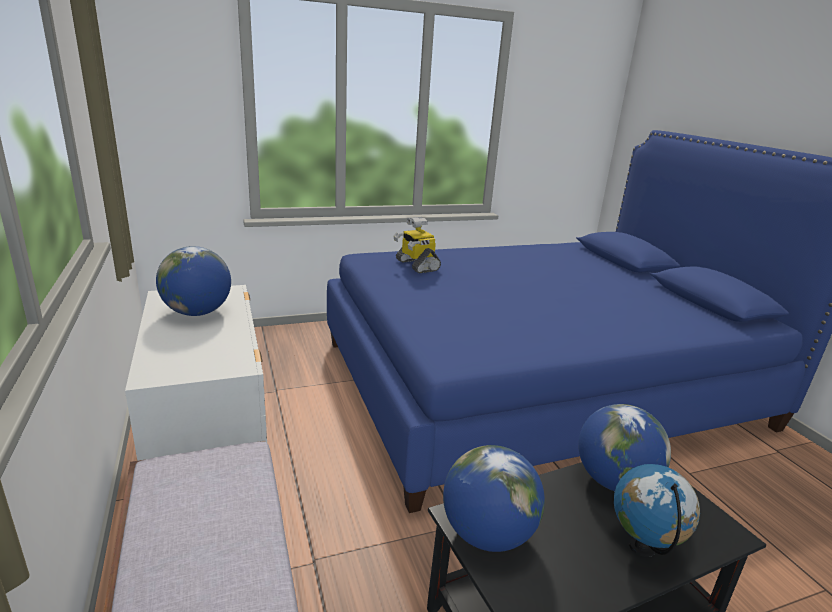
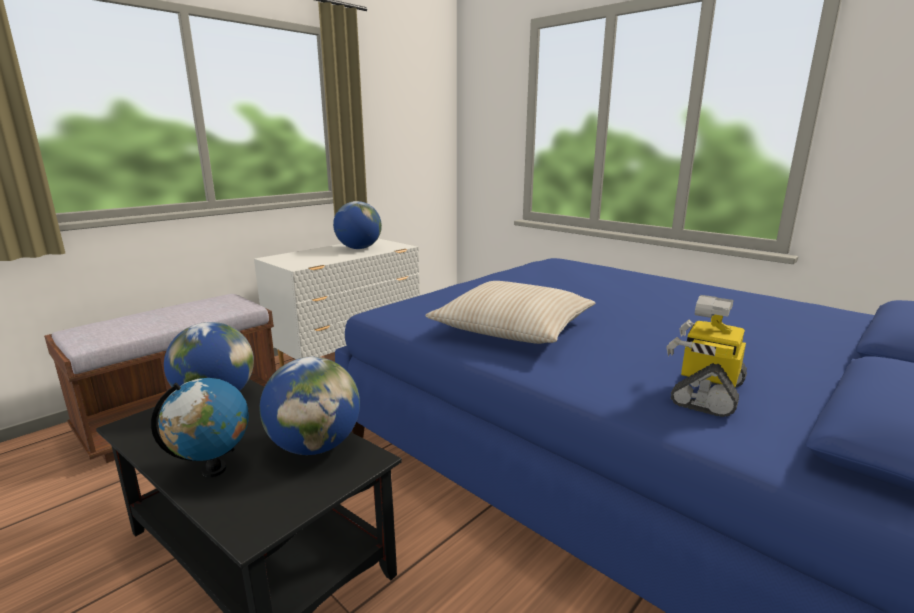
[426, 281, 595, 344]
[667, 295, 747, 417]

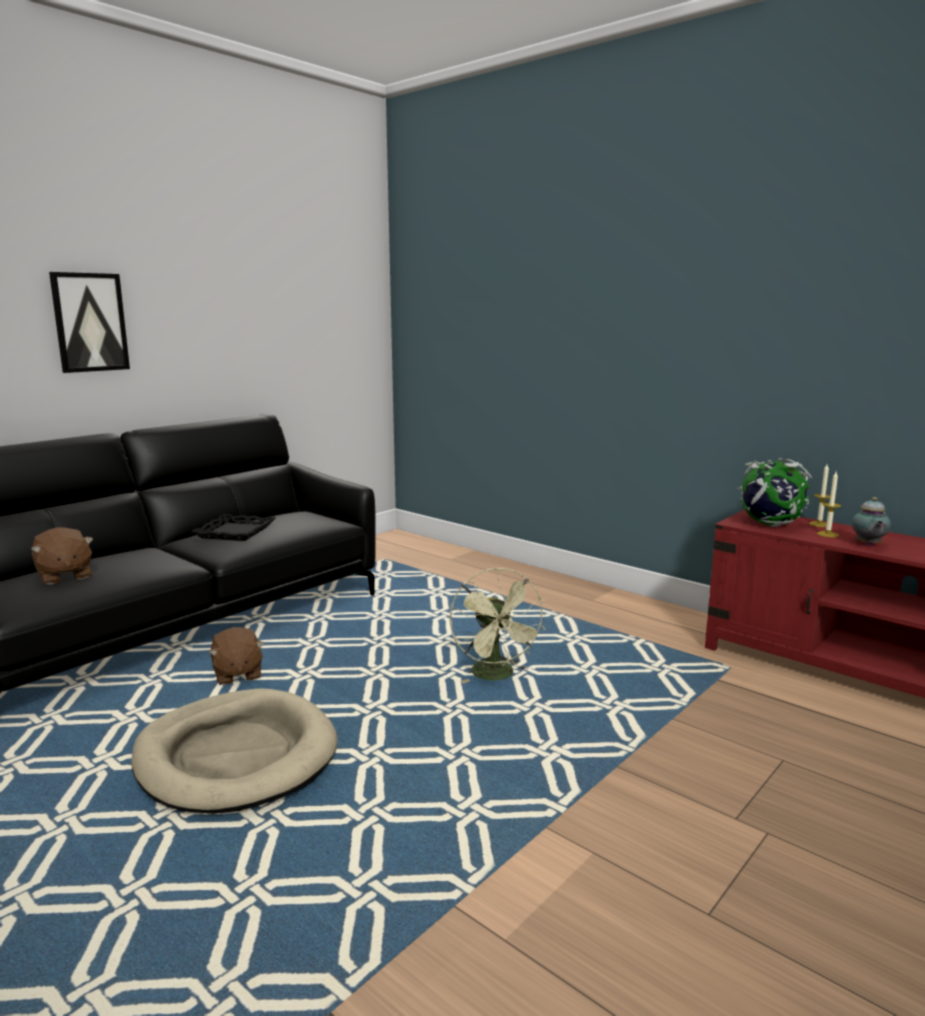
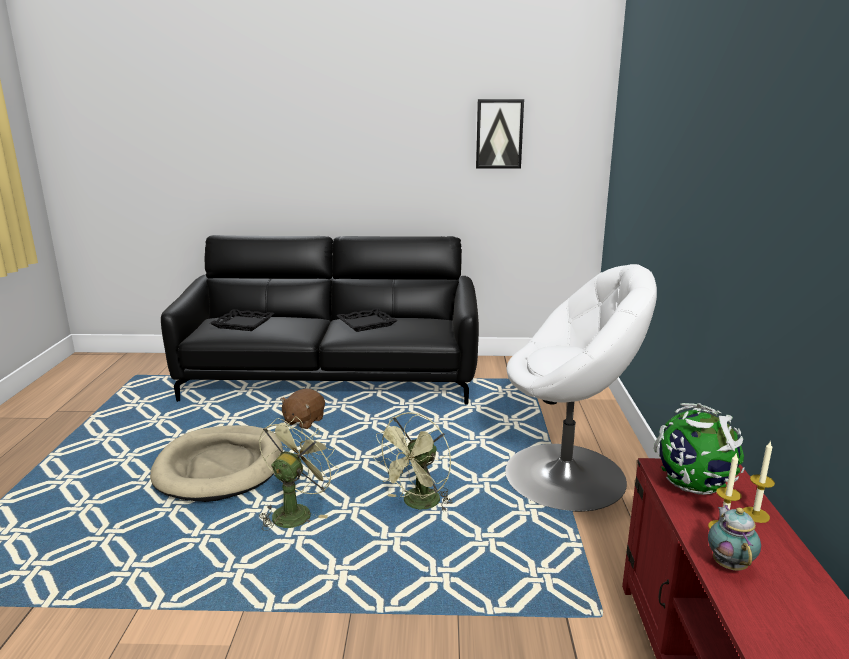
[259, 416, 339, 531]
[505, 264, 657, 512]
[476, 99, 524, 169]
[210, 309, 274, 331]
[708, 505, 761, 571]

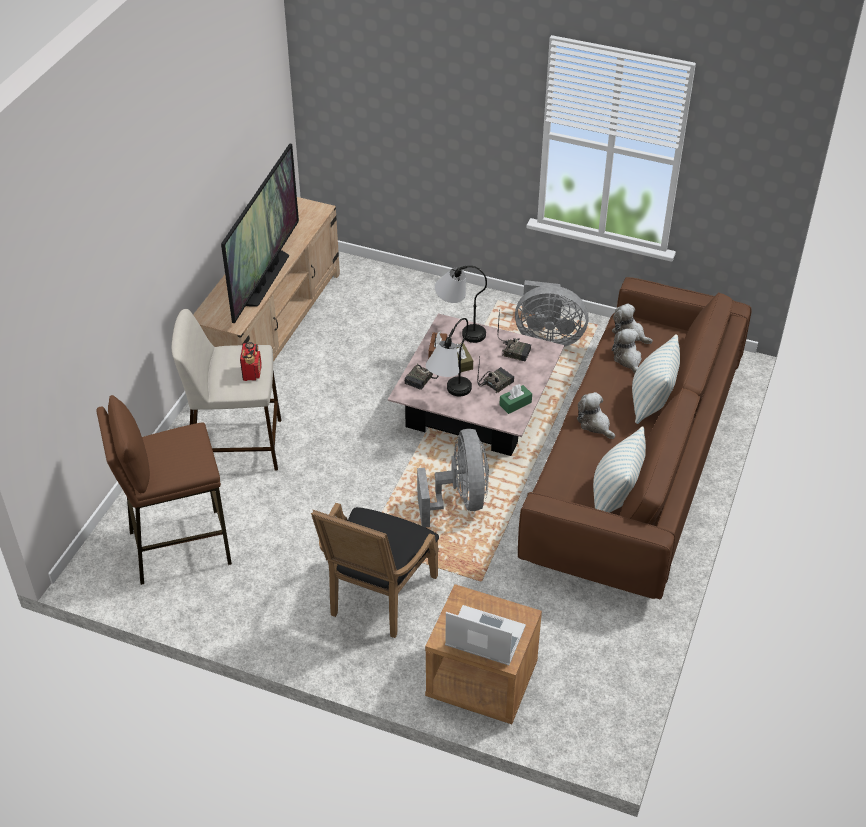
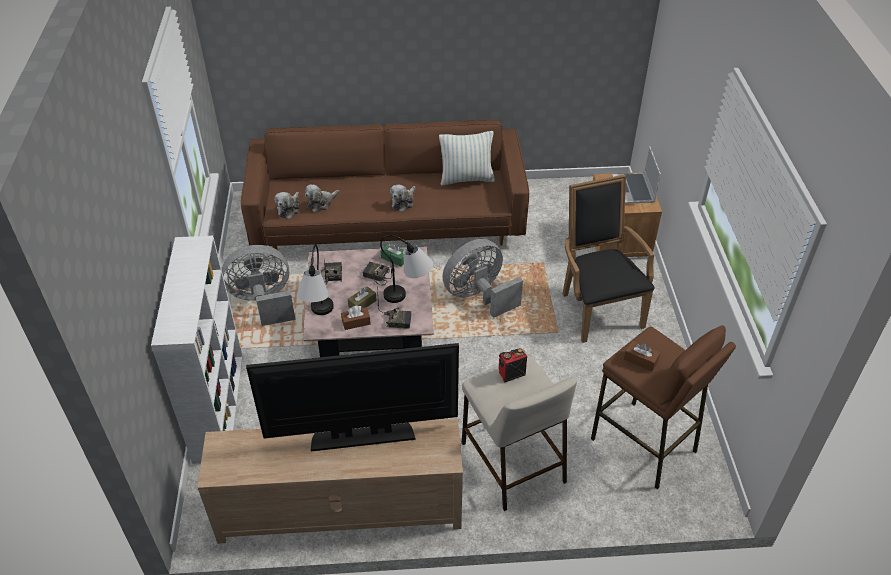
[632, 334, 680, 424] (first image)
[151, 236, 243, 464]
[624, 341, 660, 371]
[563, 175, 655, 343]
[222, 245, 295, 326]

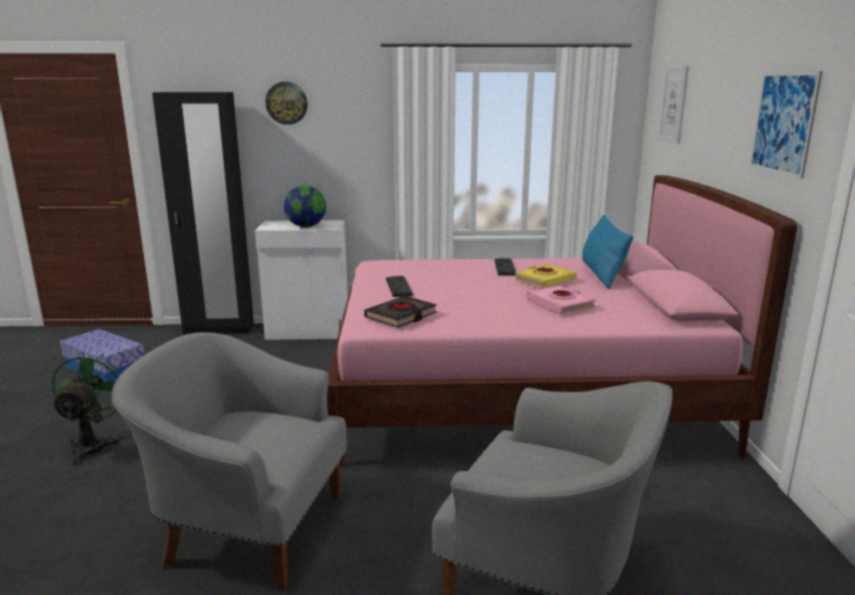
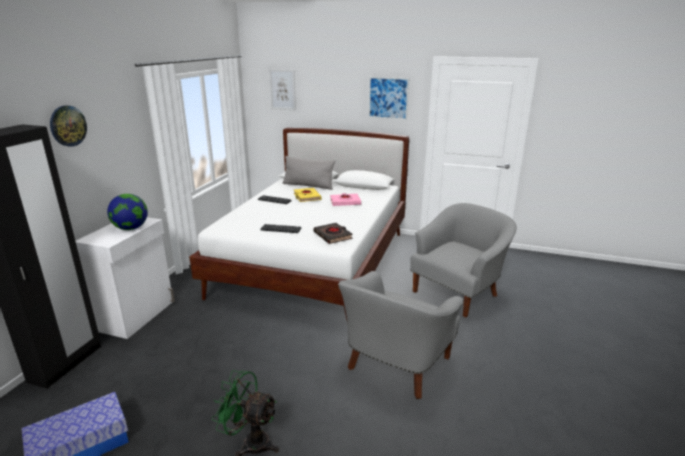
[189, 128, 409, 320]
[283, 156, 335, 190]

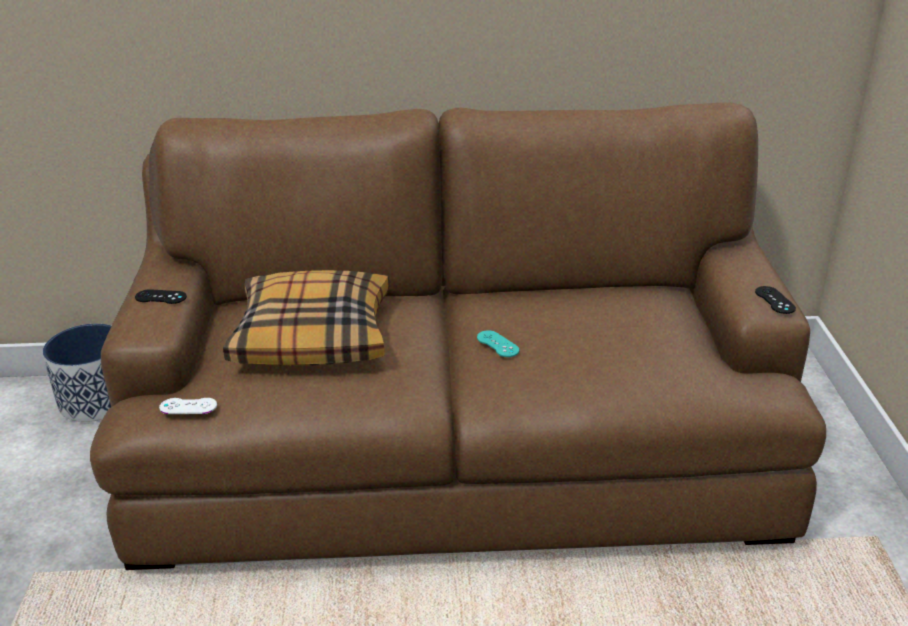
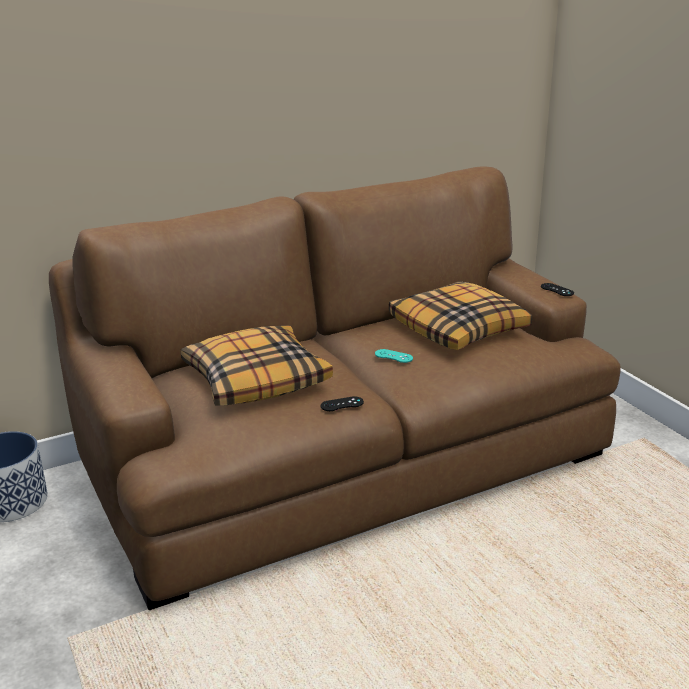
[159, 398, 217, 414] (first image)
[389, 281, 532, 350]
[321, 396, 364, 411]

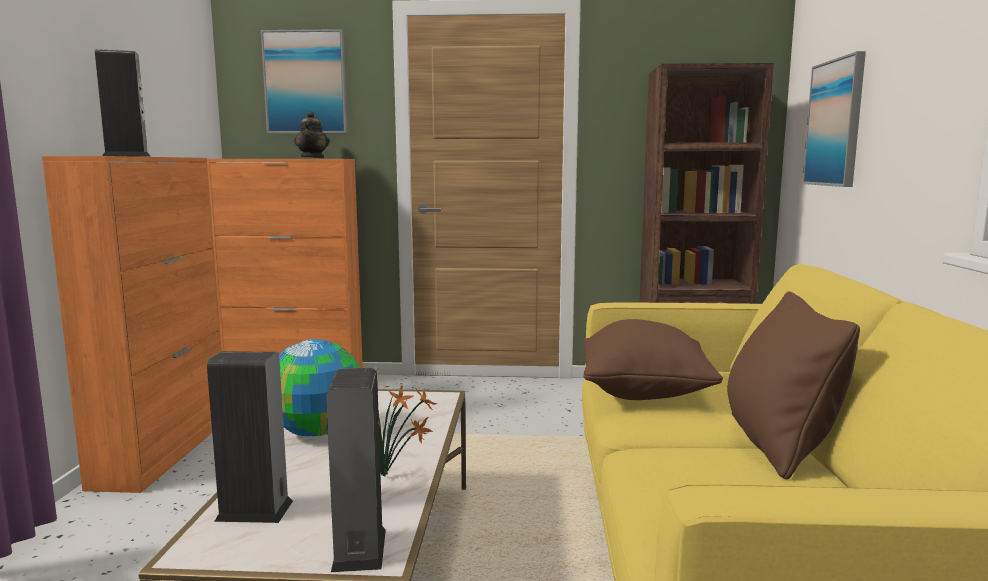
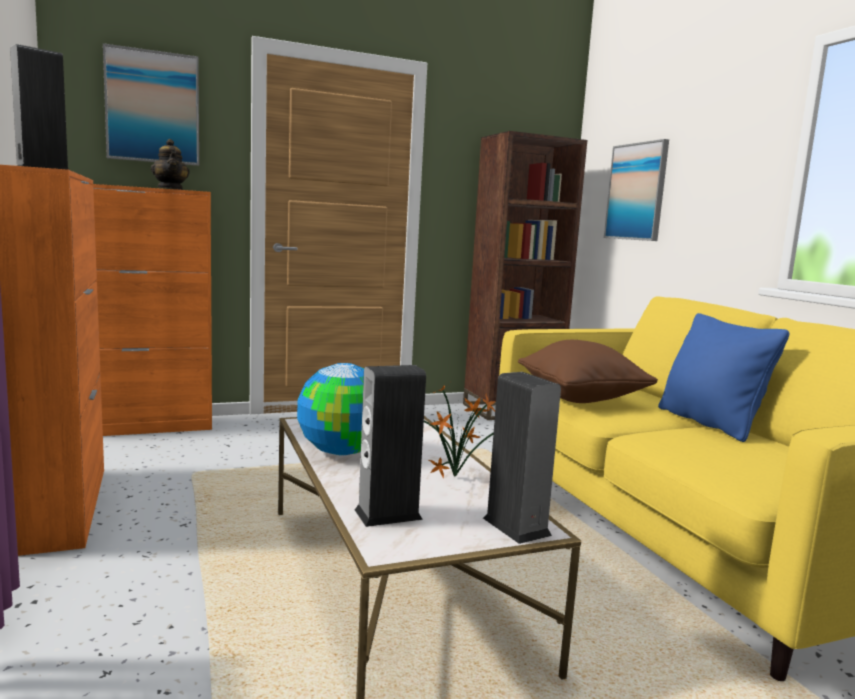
[658, 313, 789, 442]

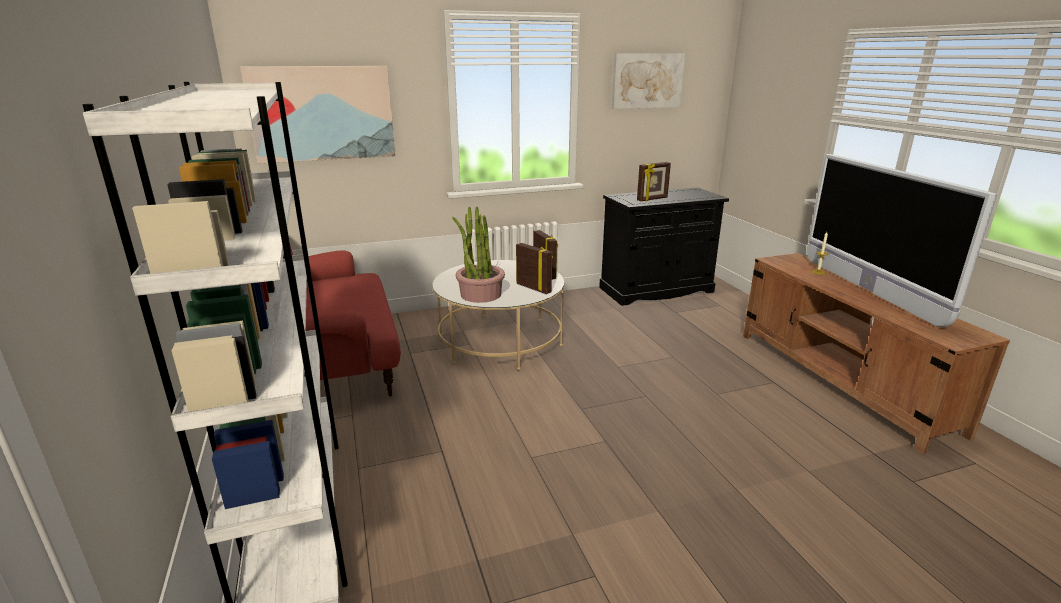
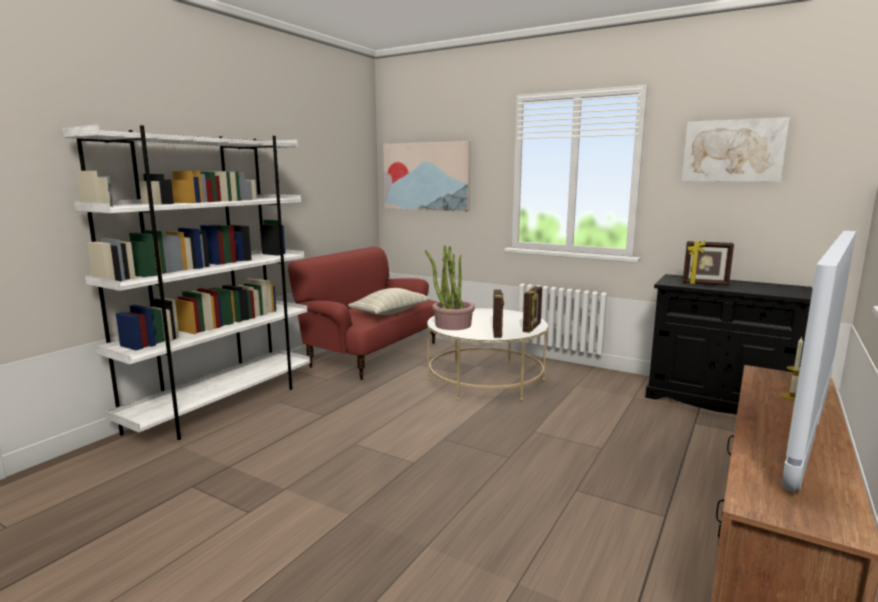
[348, 288, 431, 315]

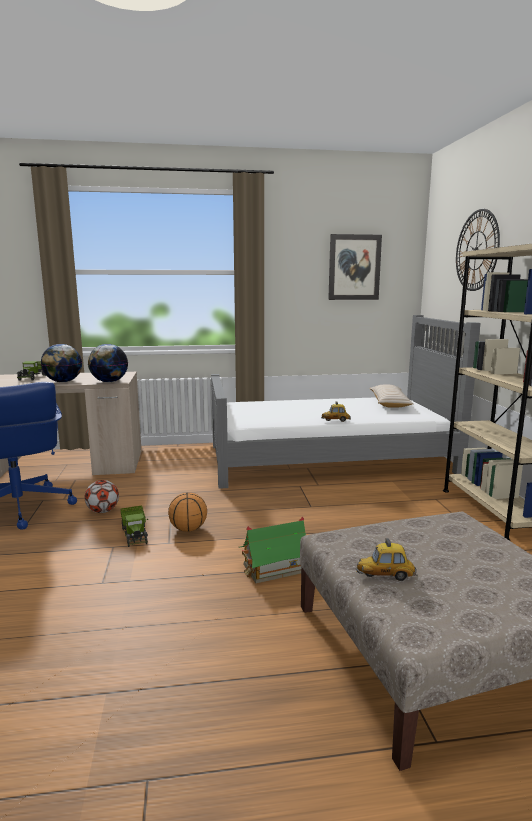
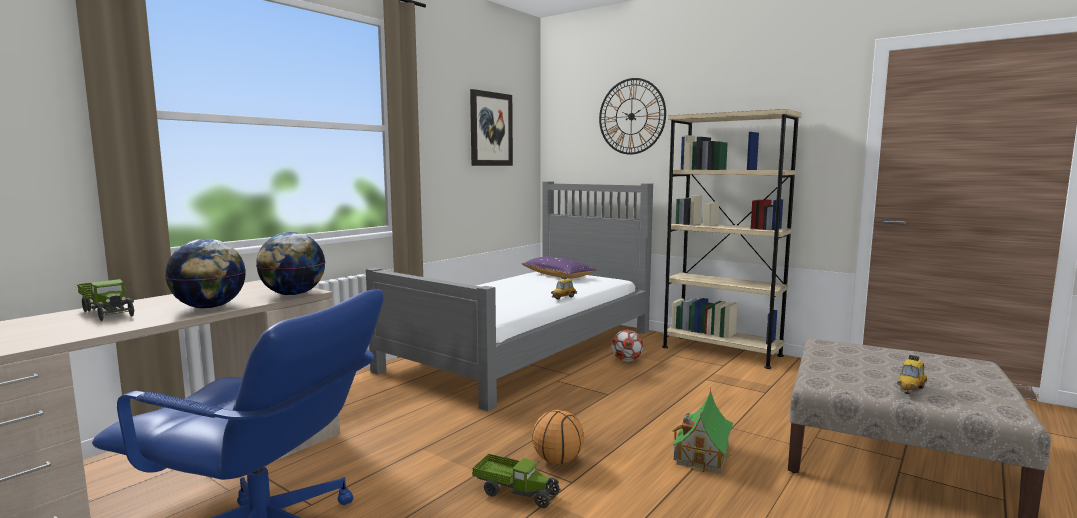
[611, 330, 643, 362]
[521, 256, 597, 278]

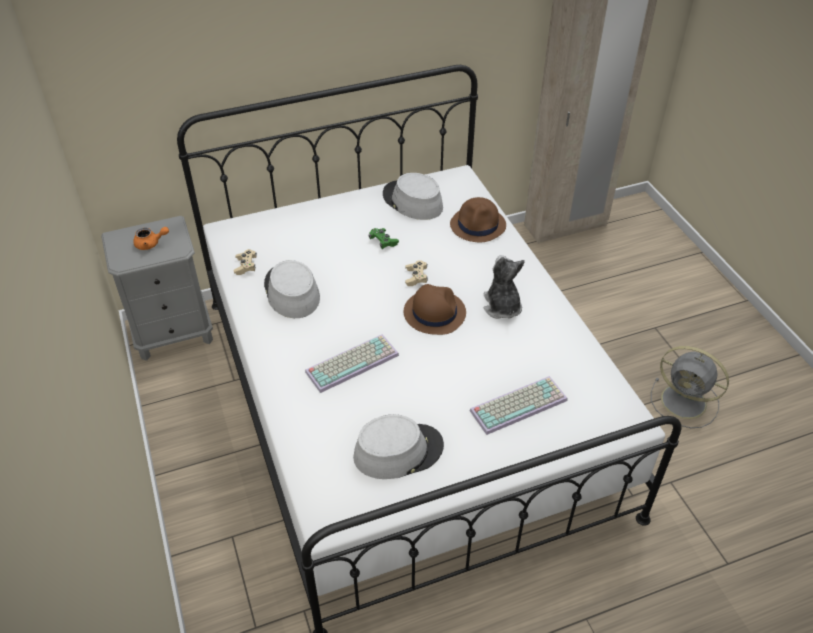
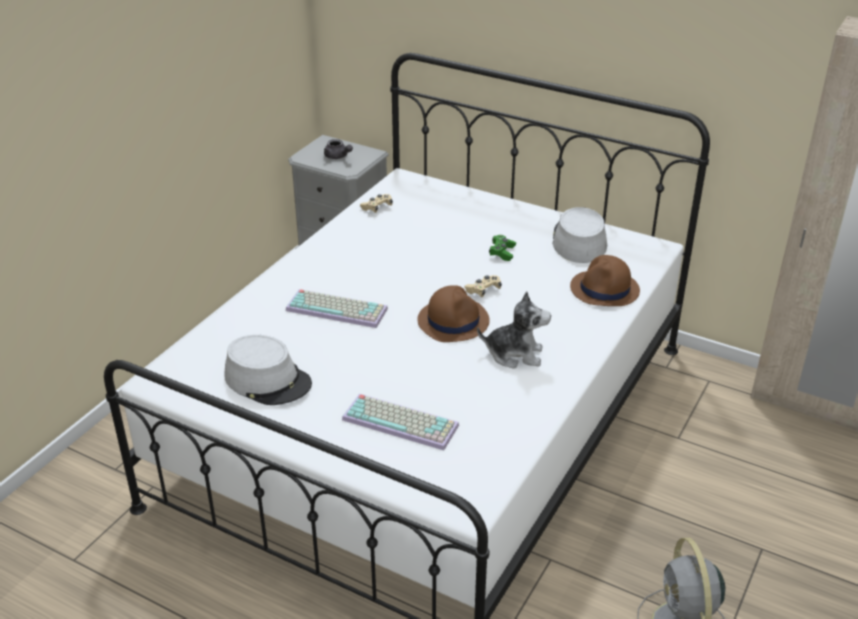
[264, 260, 320, 318] (first image)
[324, 139, 353, 159]
[477, 291, 551, 369]

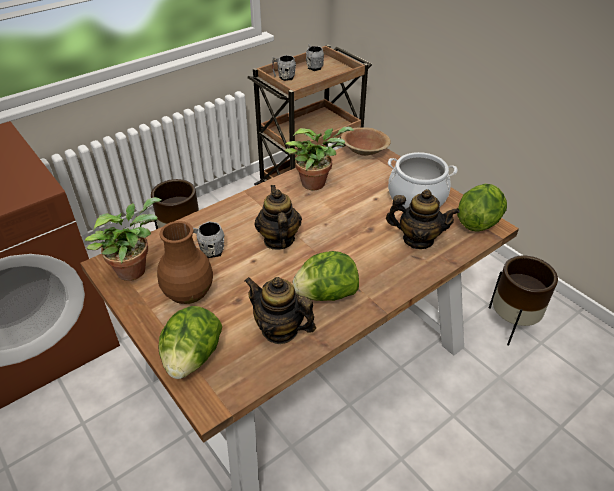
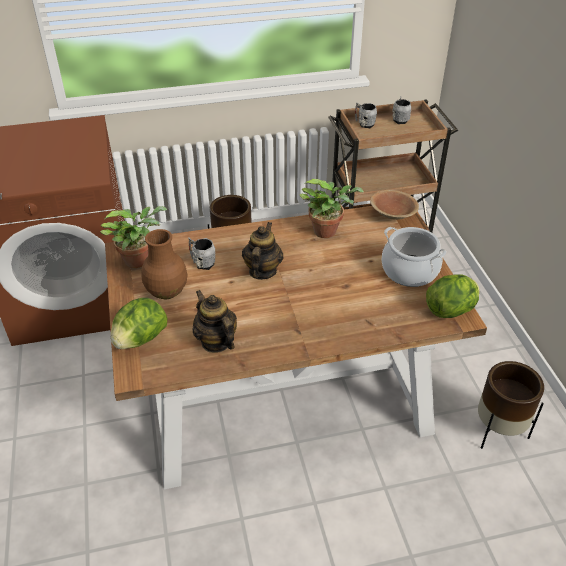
[293, 251, 359, 301] (first image)
[386, 189, 460, 249] (first image)

